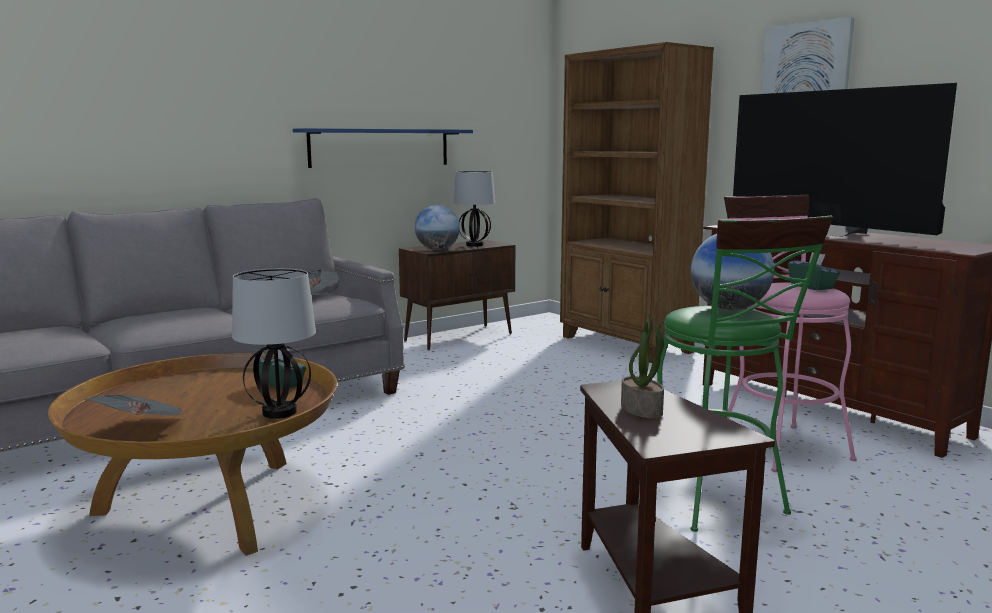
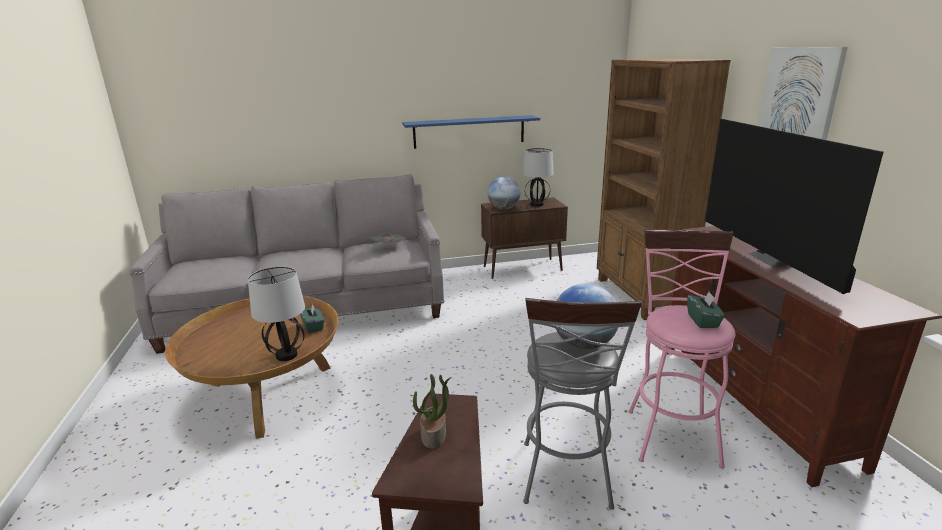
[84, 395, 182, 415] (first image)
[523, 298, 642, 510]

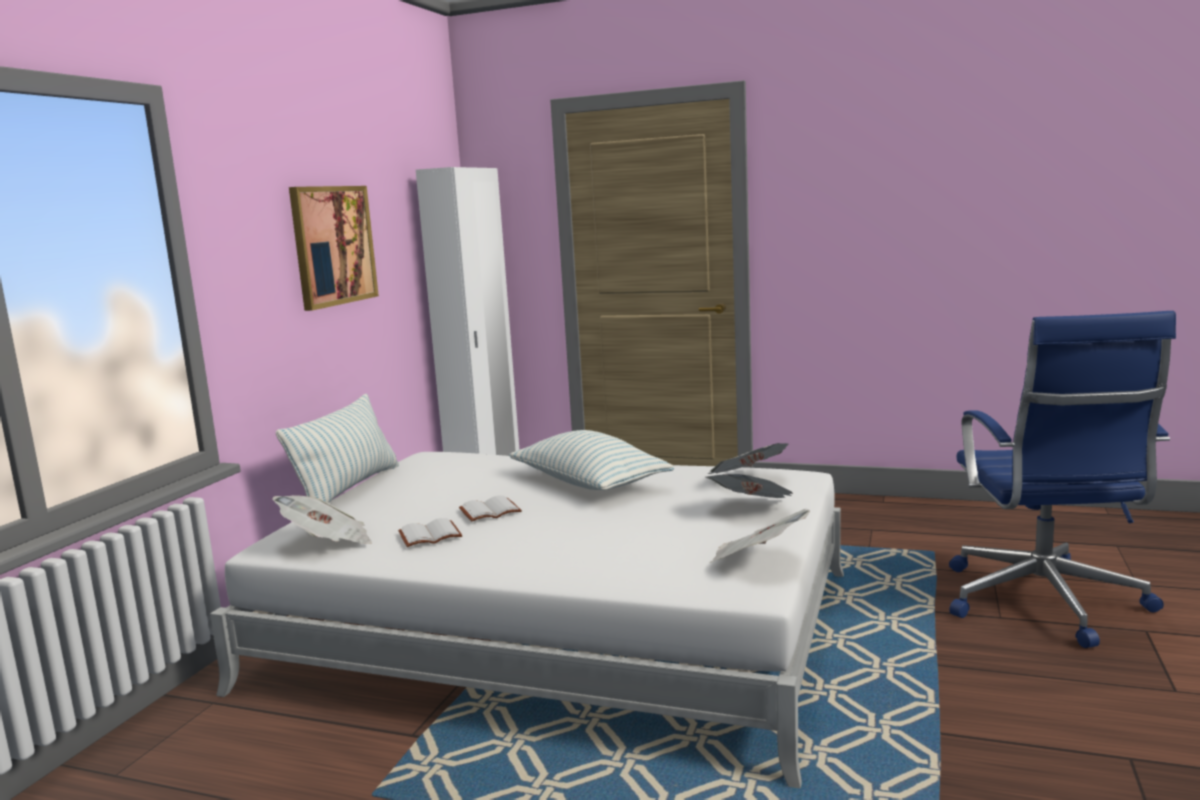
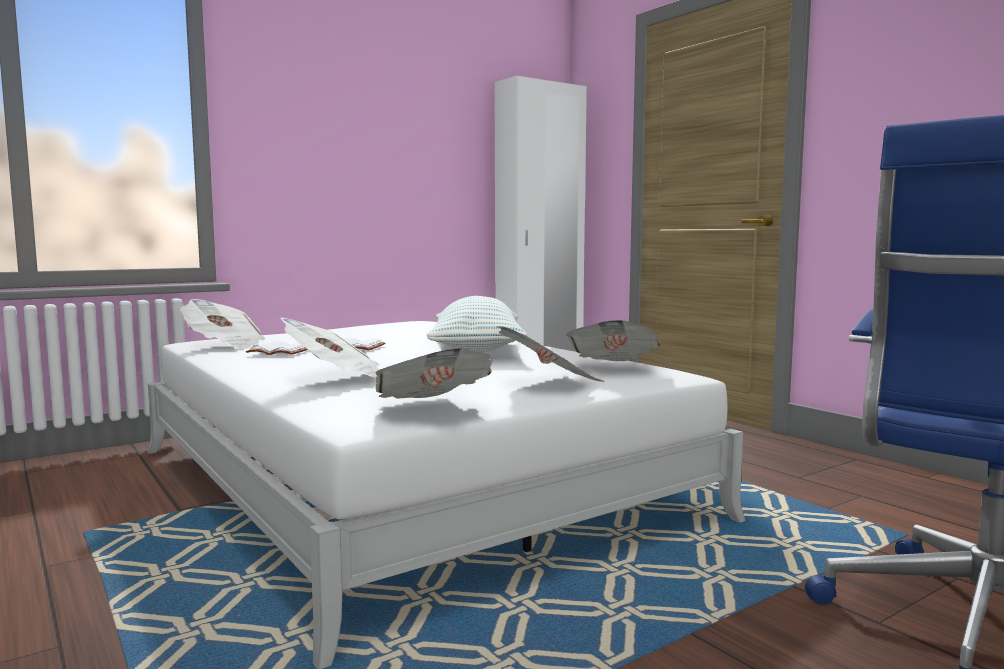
[276, 393, 399, 503] (first image)
[289, 186, 379, 311] (first image)
[281, 318, 379, 378]

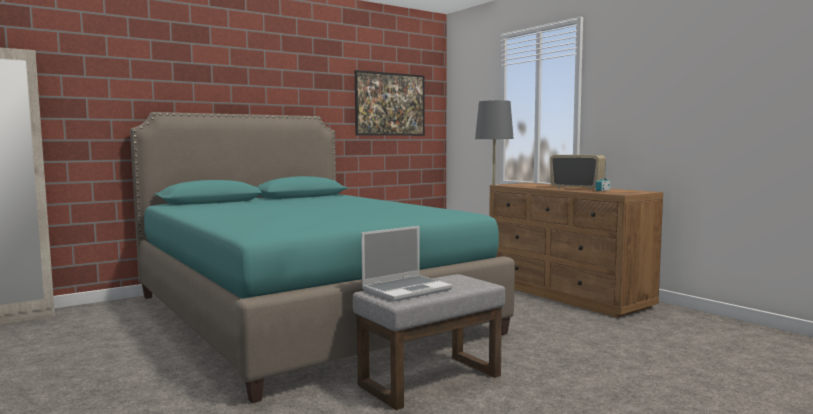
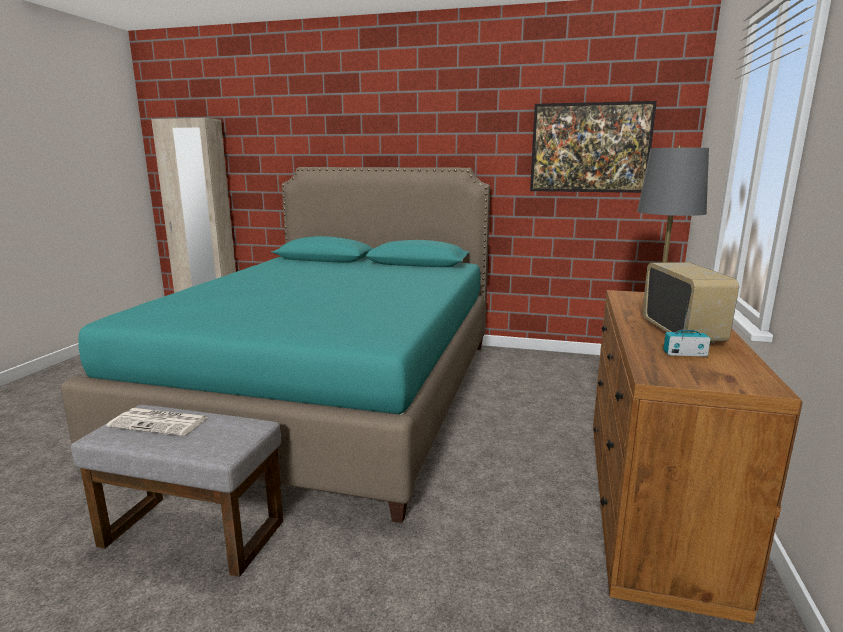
[107, 408, 208, 436]

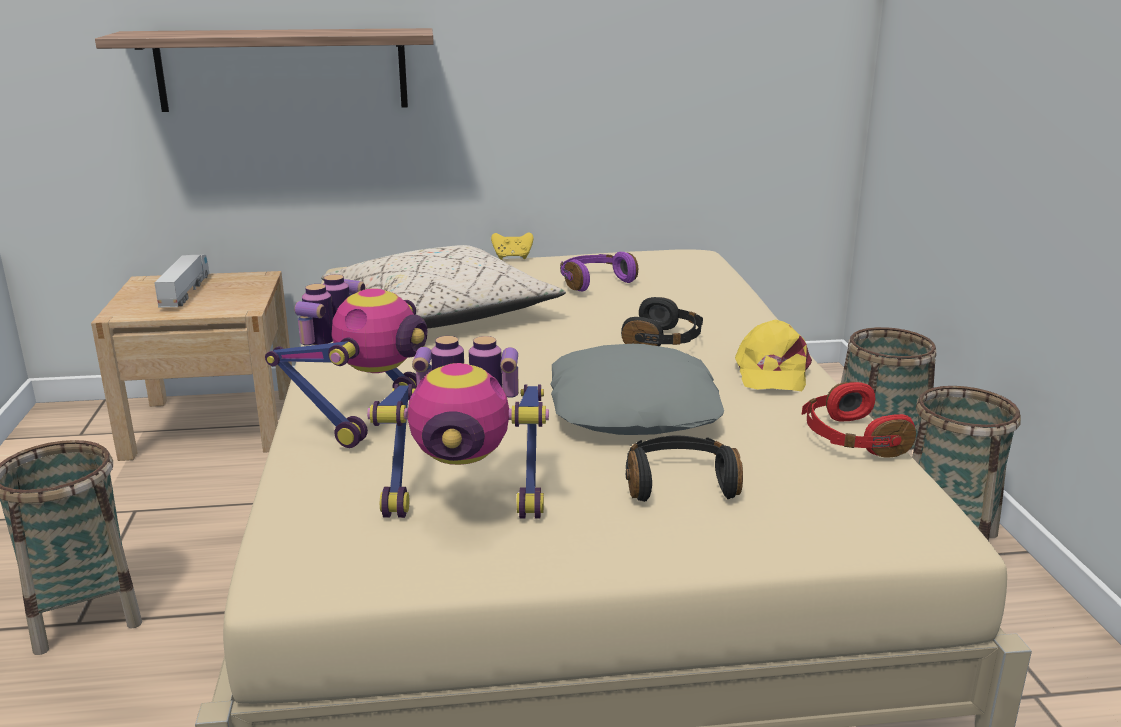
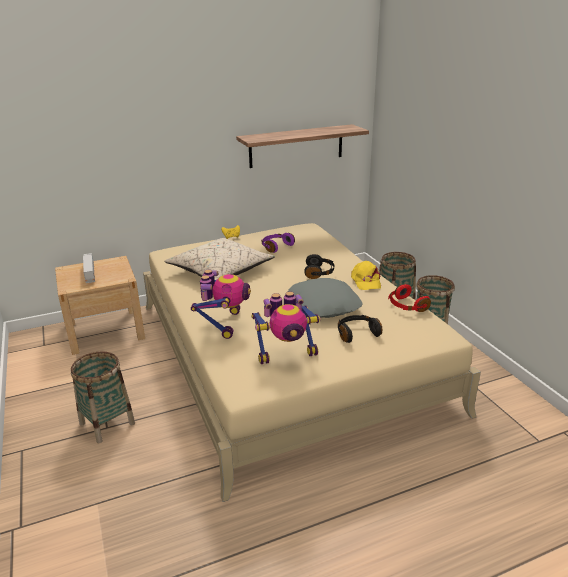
[236, 124, 369, 168]

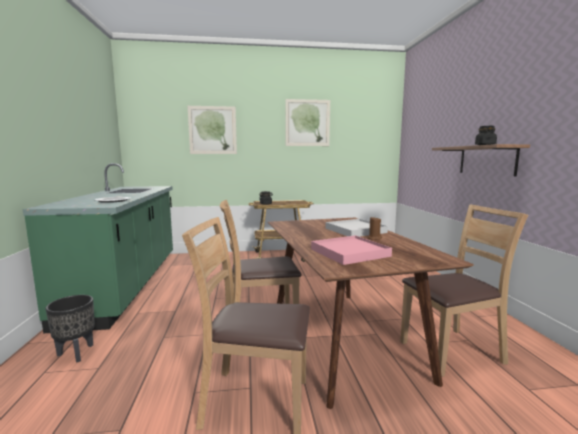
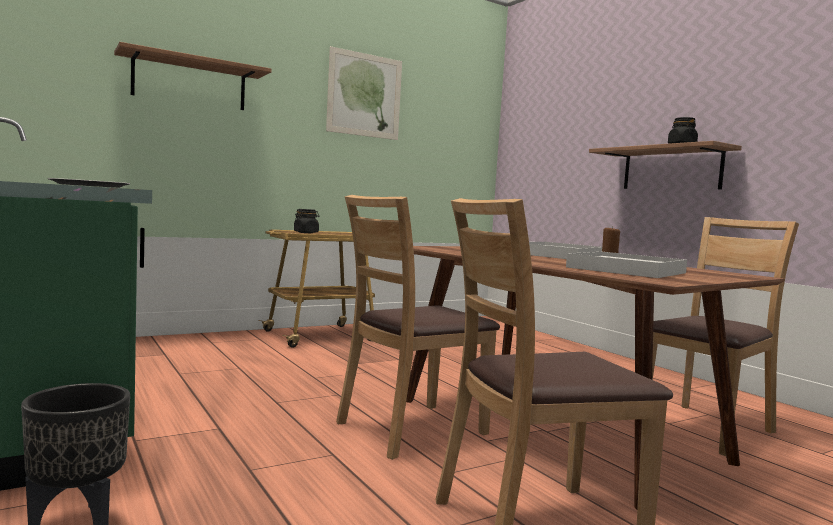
[114, 42, 272, 110]
[566, 252, 687, 278]

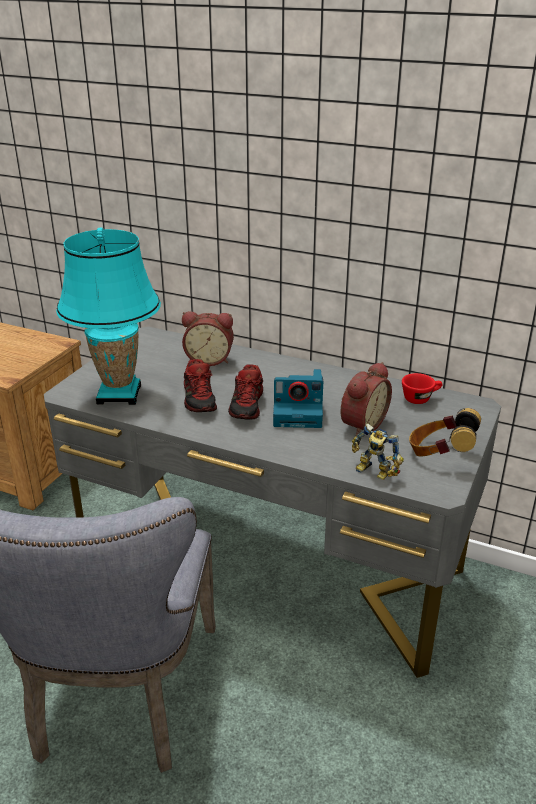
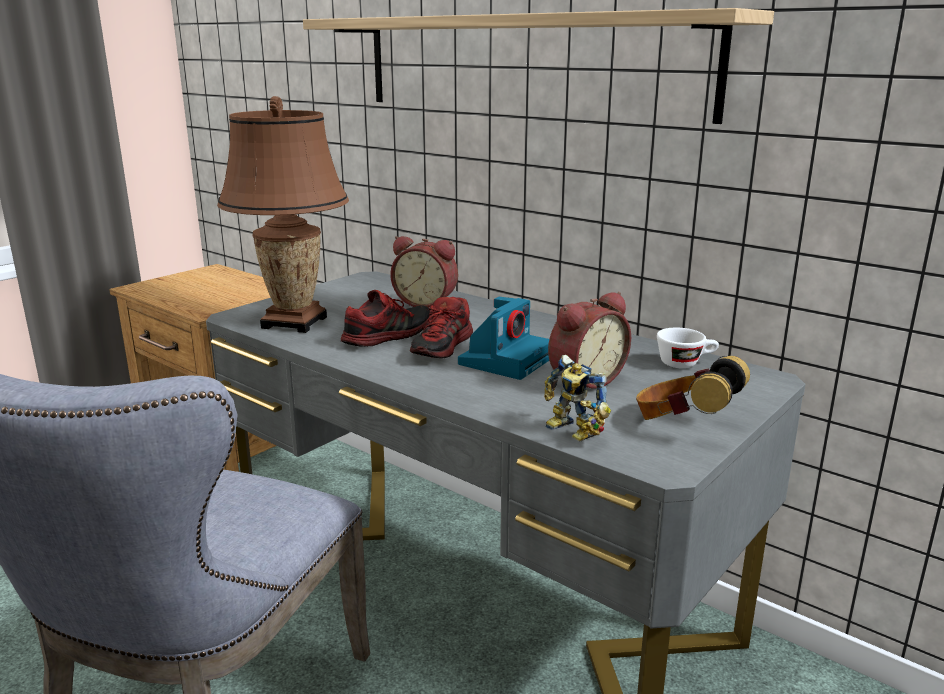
[303, 8, 774, 124]
[217, 96, 349, 333]
[657, 328, 719, 368]
[341, 290, 429, 347]
[458, 297, 549, 380]

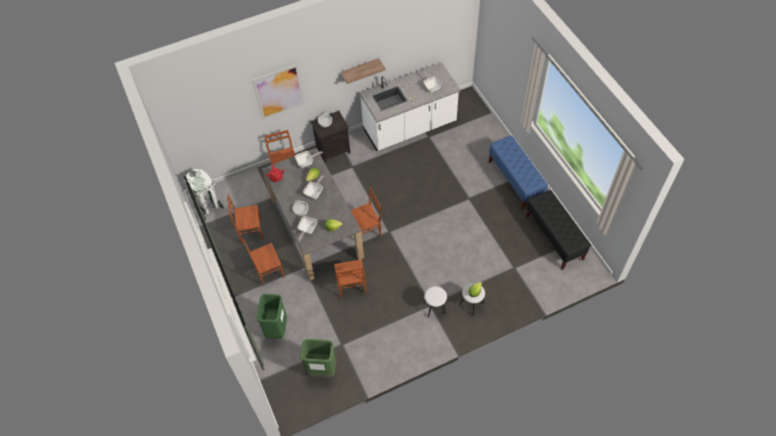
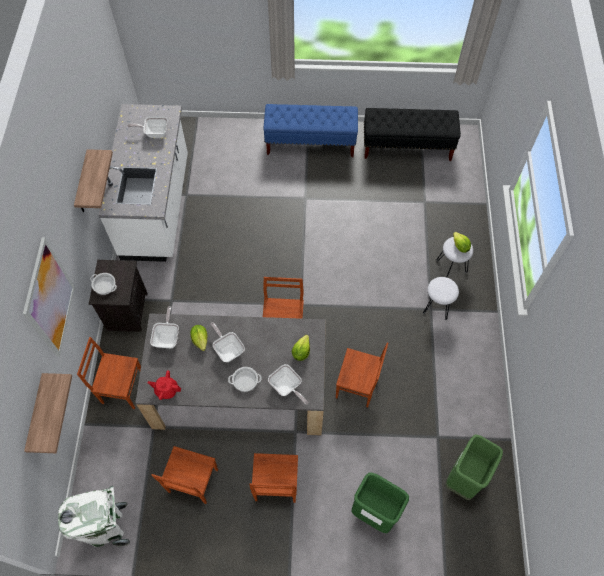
[24, 373, 72, 453]

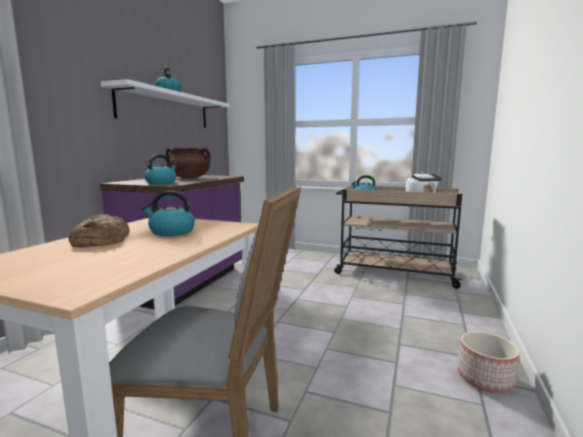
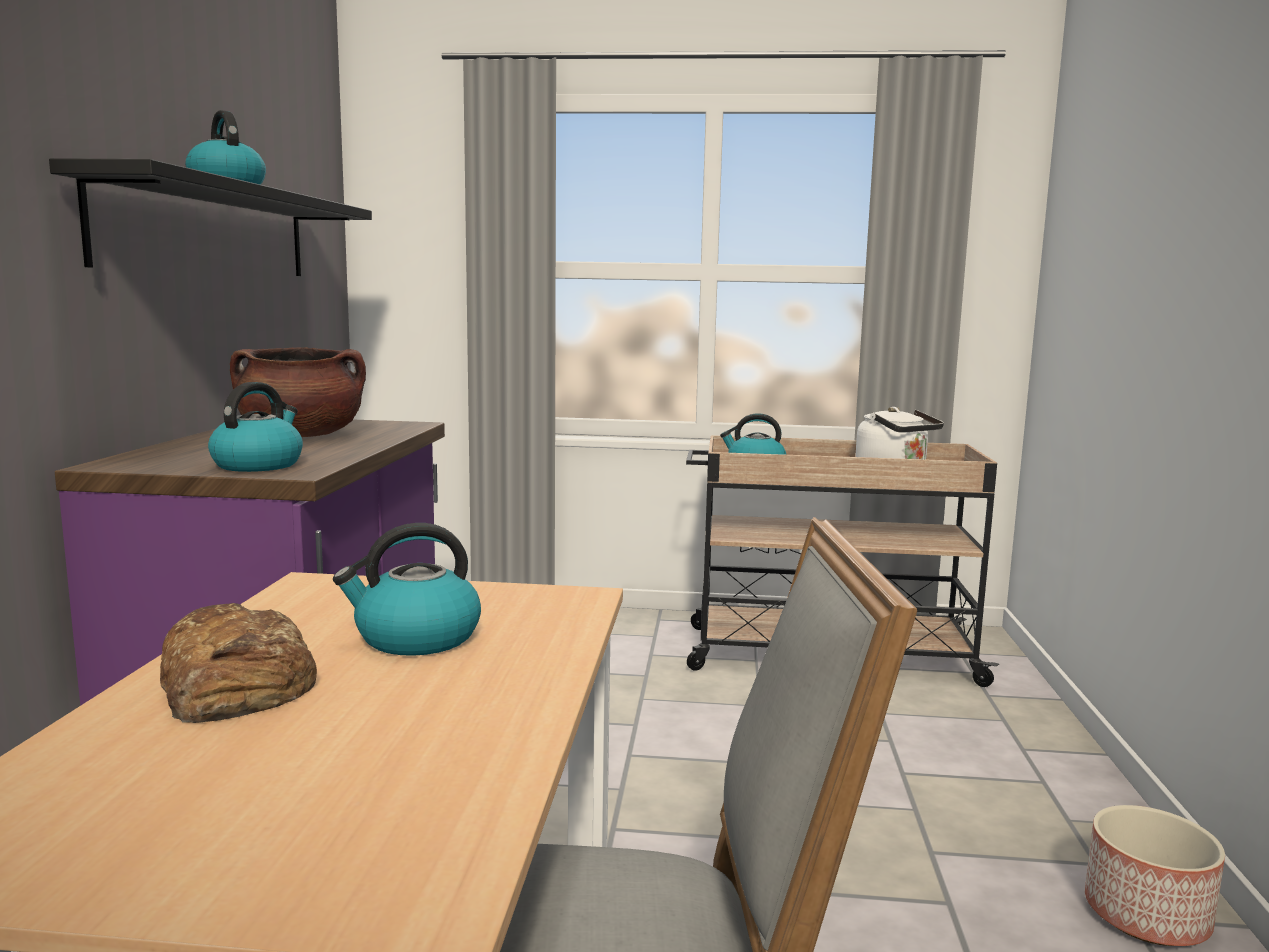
[49, 158, 372, 276]

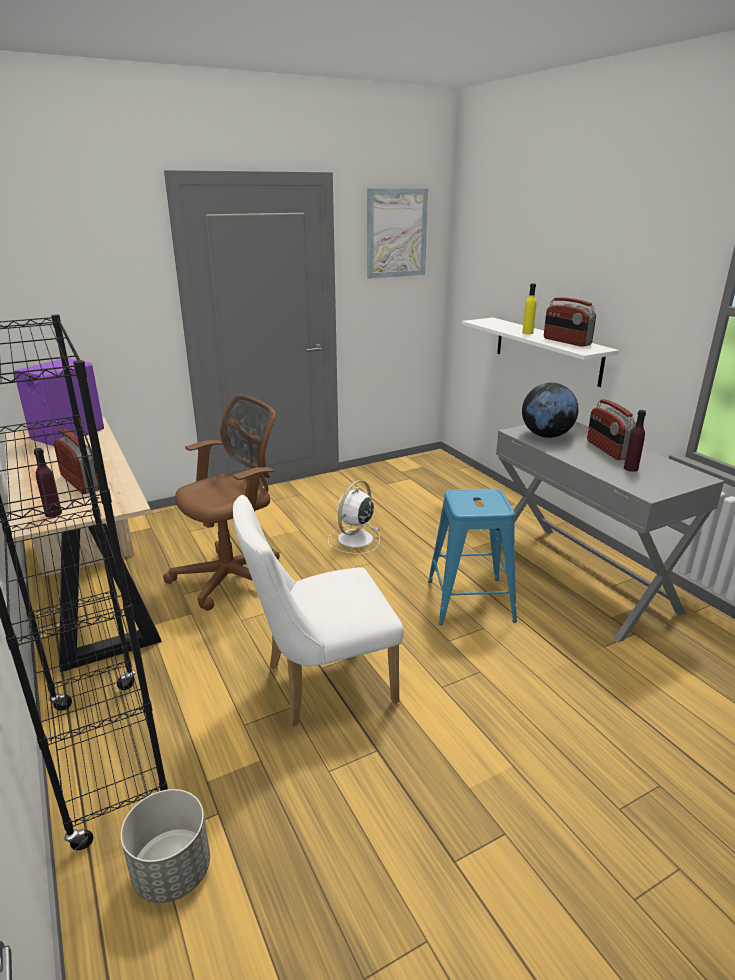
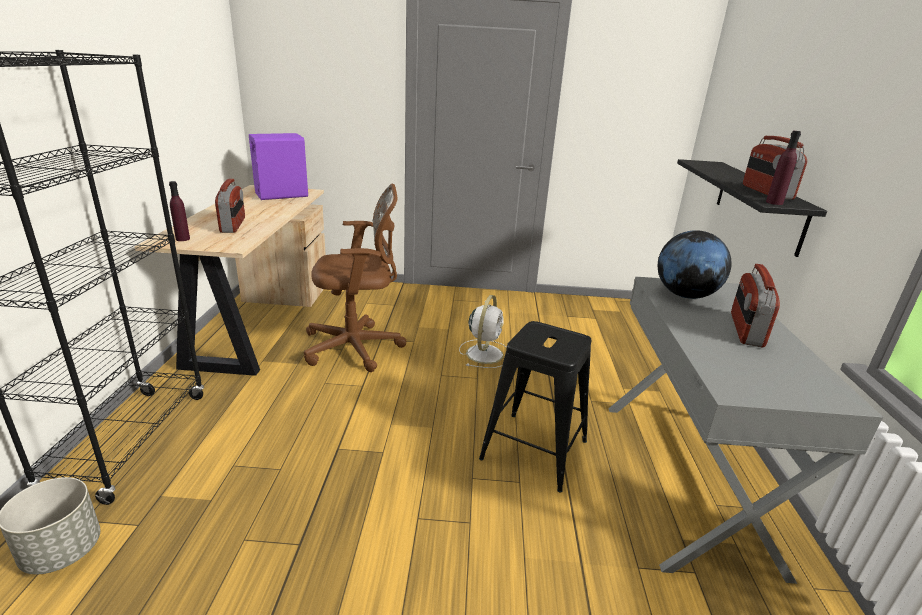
[233, 495, 404, 727] (first image)
[367, 188, 428, 279] (first image)
[522, 284, 536, 334] (first image)
[766, 131, 801, 205]
[479, 321, 591, 492]
[677, 159, 827, 257]
[459, 295, 507, 368]

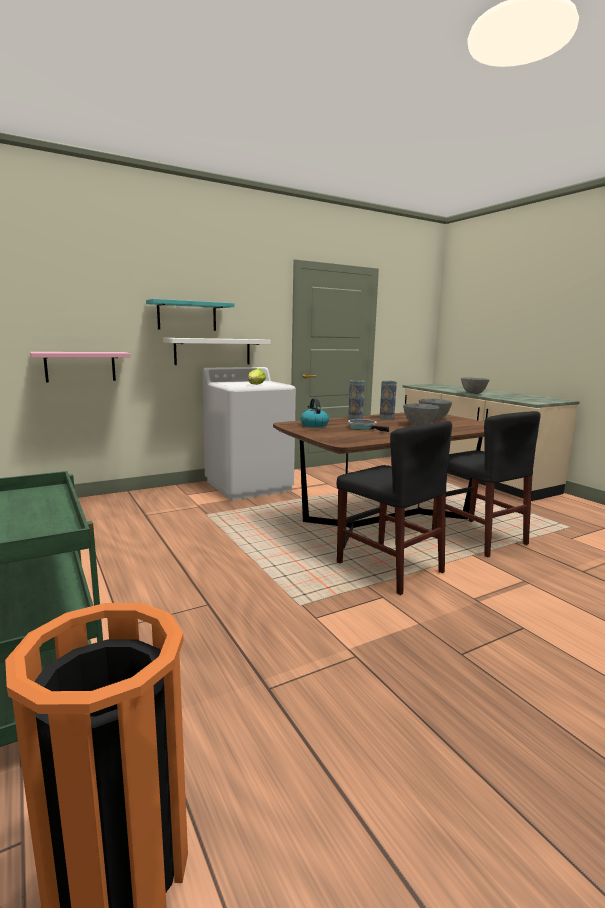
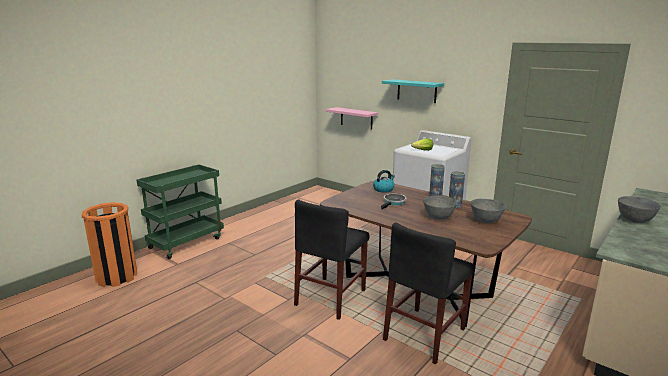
[163, 338, 271, 365] (first image)

